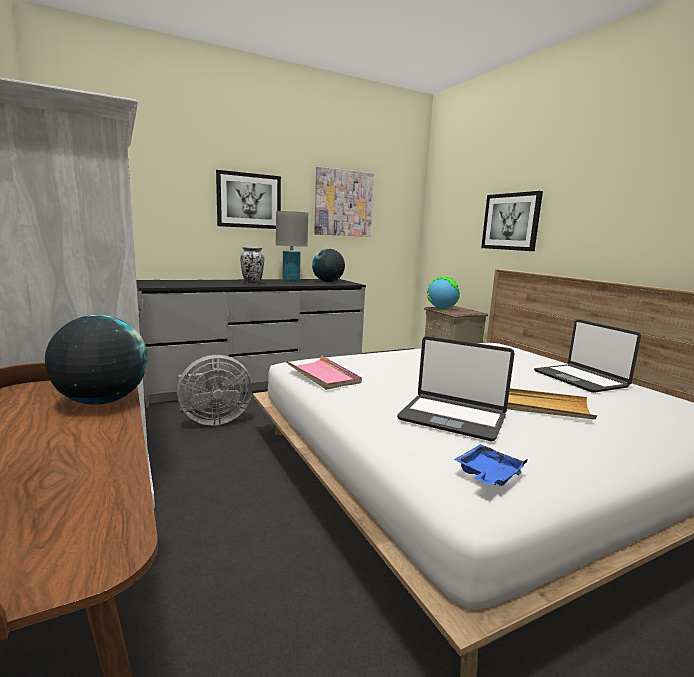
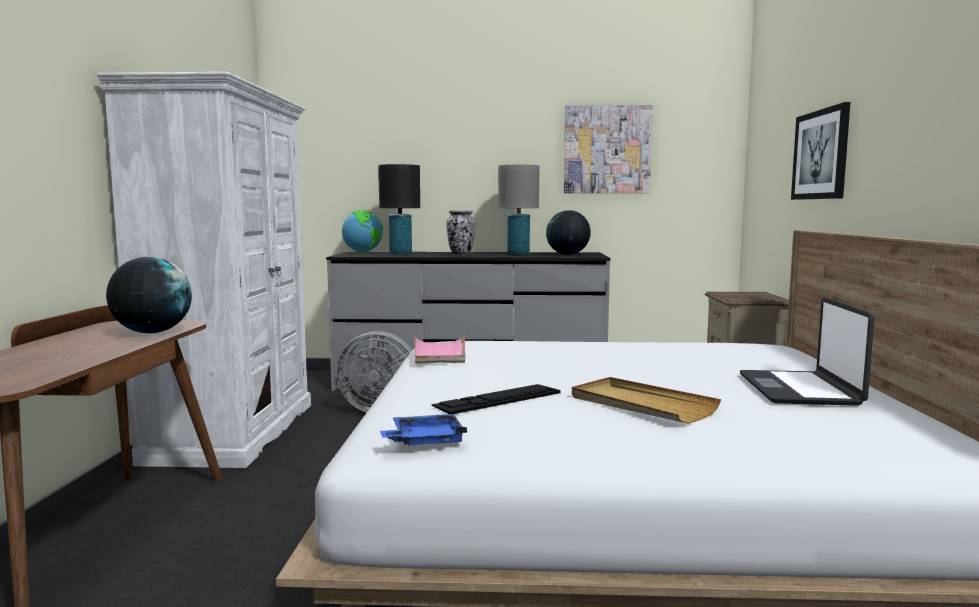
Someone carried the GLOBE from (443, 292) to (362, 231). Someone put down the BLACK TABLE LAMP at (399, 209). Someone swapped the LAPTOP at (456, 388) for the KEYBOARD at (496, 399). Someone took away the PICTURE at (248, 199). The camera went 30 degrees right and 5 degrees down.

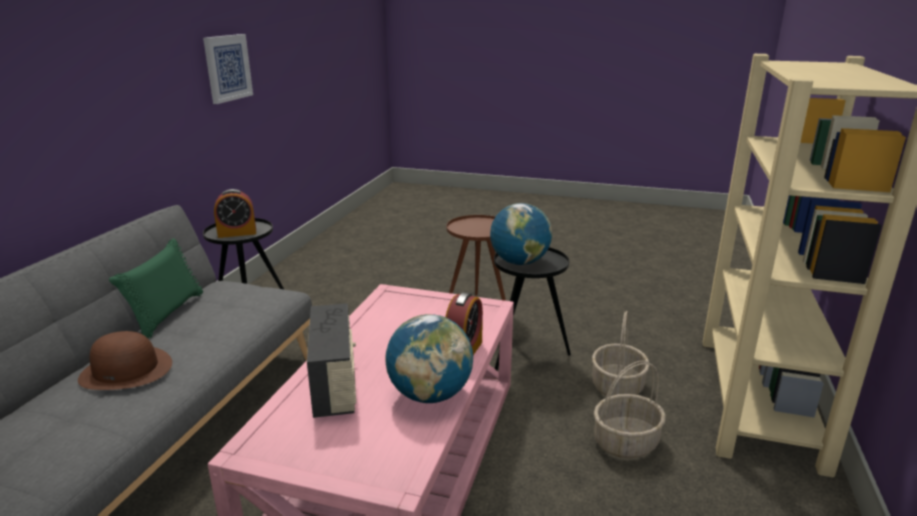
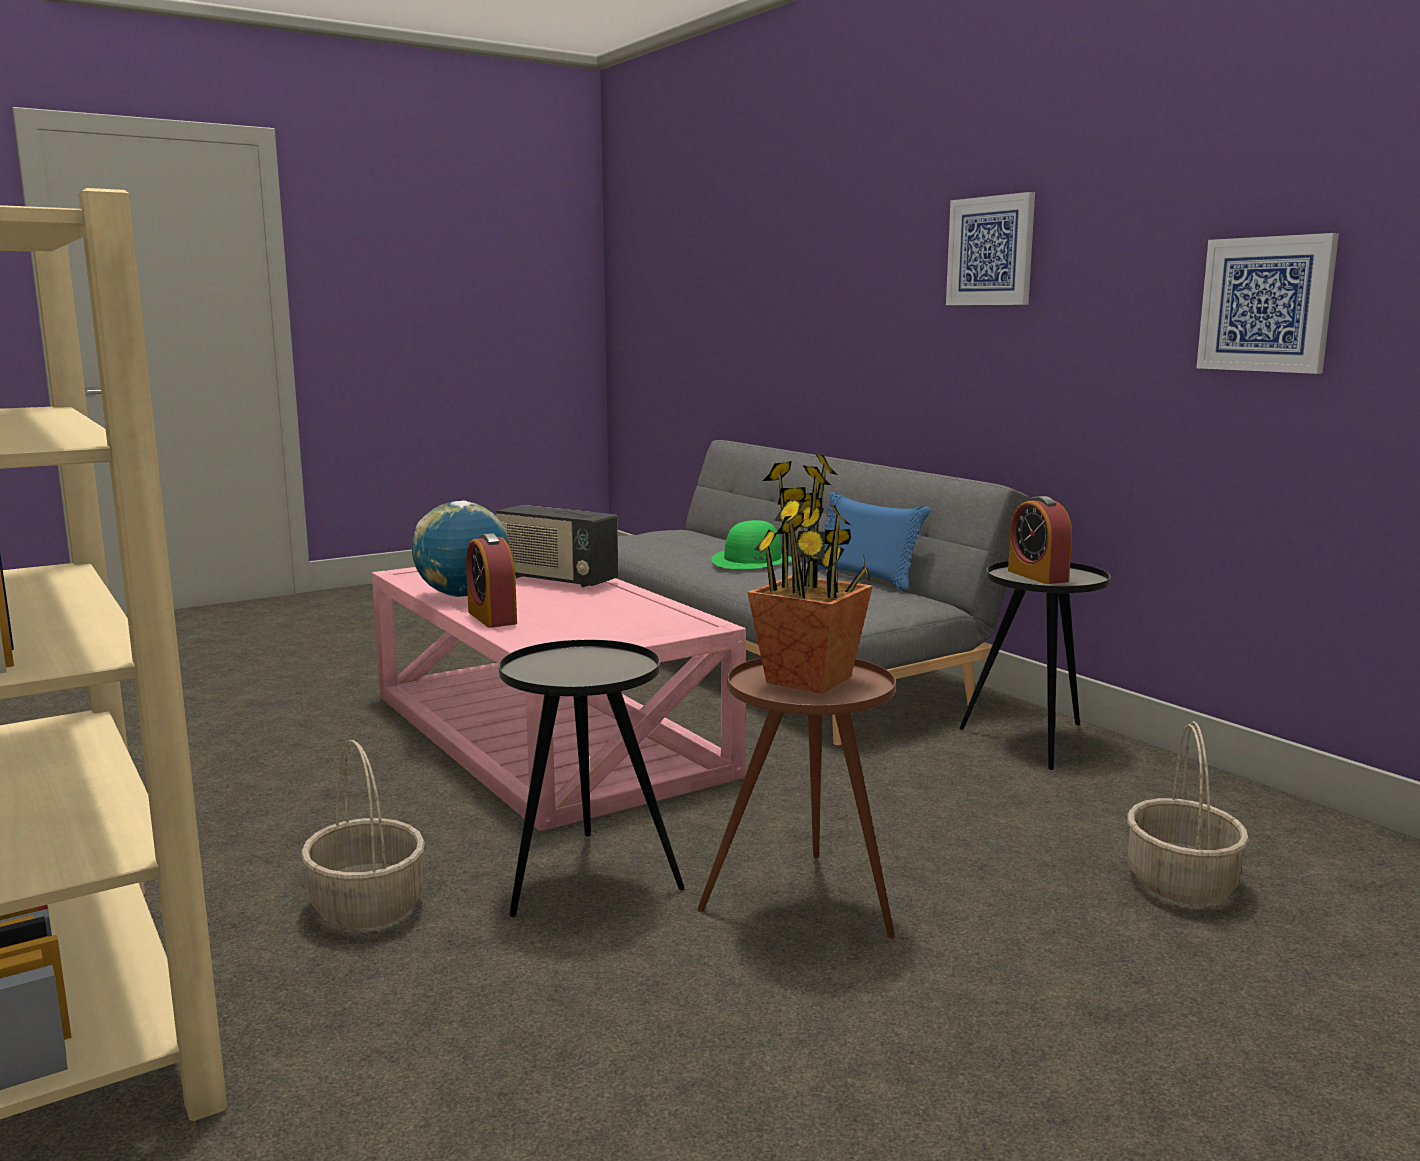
Someone repainted the BROWN HAT at (125, 360), which became the GREEN HAT at (751, 544). Someone put down the POTTED PLANT at (810, 573). Someone repainted the GREEN PILLOW at (156, 288), which became the BLUE PILLOW at (873, 541). Someone put up the PICTURE at (990, 248). Someone rotated the ALARM CLOCK at (235, 213) by 45 degrees counterclockwise. Someone carried the BASKET from (630, 409) to (1188, 812). Someone took away the GLOBE at (521, 234). The camera went 130 degrees right and 10 degrees down.

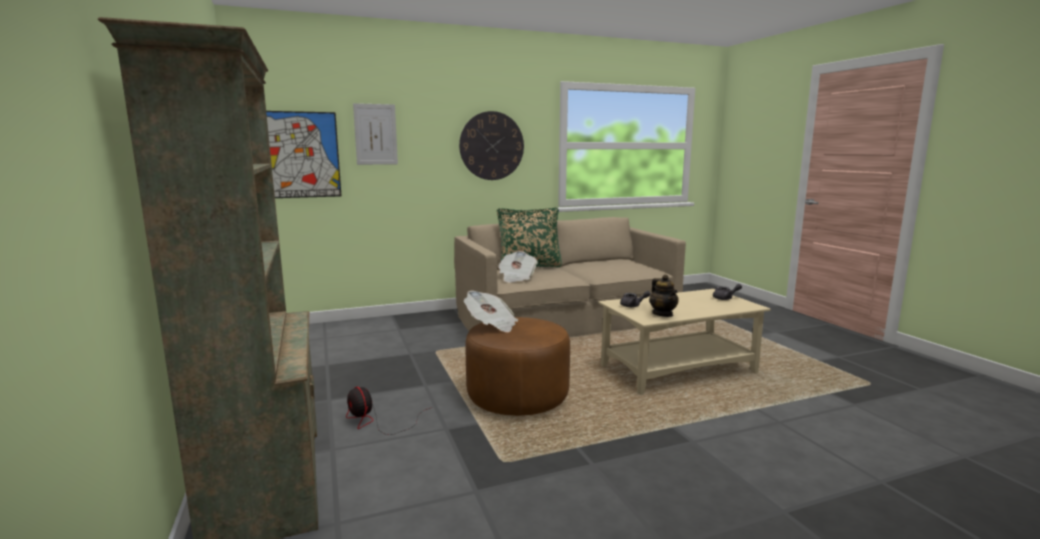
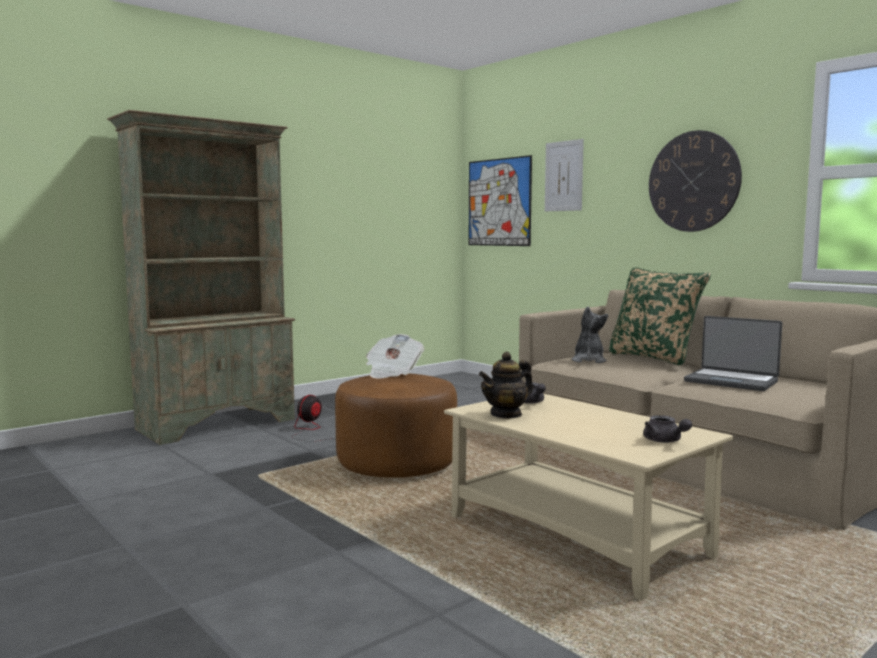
Someone swapped the NEWSPAPER at (518, 267) for the PLUSH TOY at (590, 334). Someone put down the LAPTOP at (733, 353). The camera went 70 degrees right and 5 degrees down.

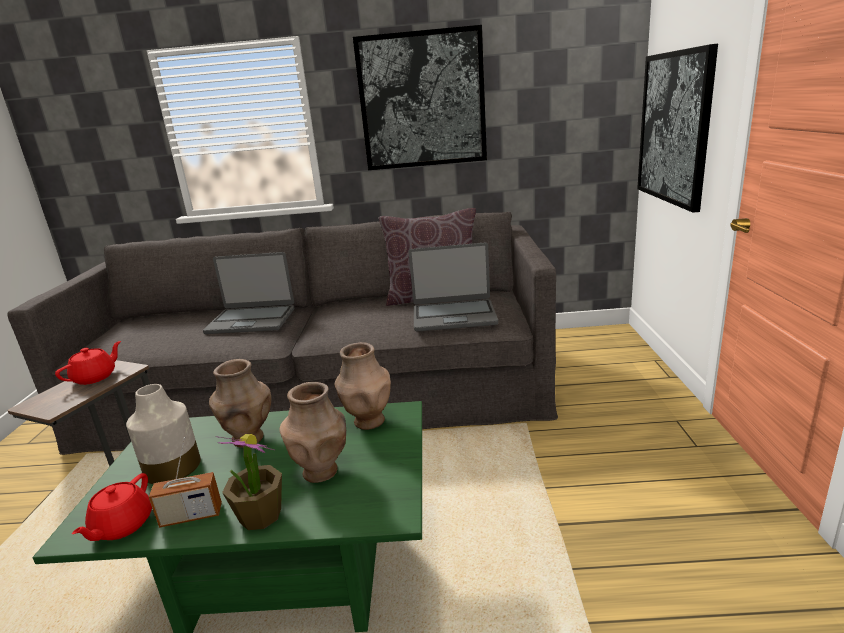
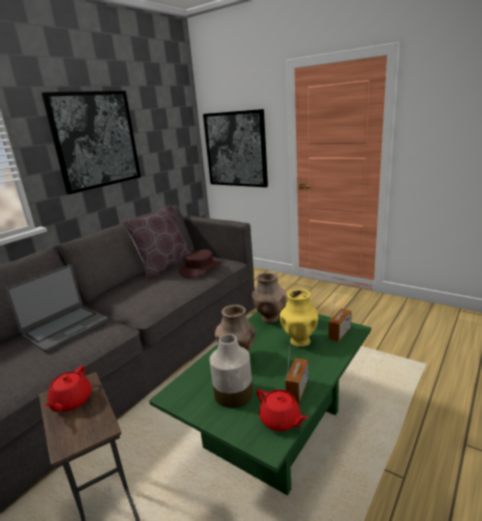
Someone rotated the RED TEAPOT at (88, 363) by 150 degrees counterclockwise. Someone swapped the LAPTOP at (453, 287) for the BROWN HAT at (200, 263). Someone repainted the BROWN VASE at (312, 432), which became the YELLOW VASE at (299, 318). Someone put down the RADIO at (339, 317). Someone took away the POTTED PLANT at (250, 482). The camera went 55 degrees left and 0 degrees up.

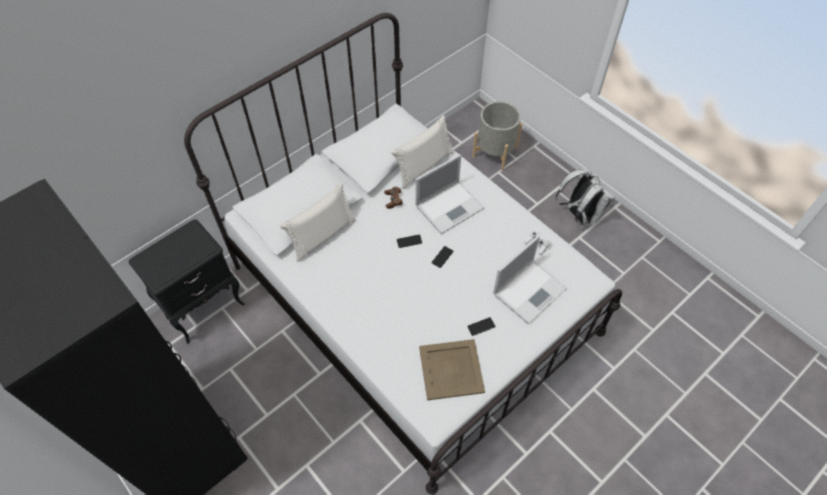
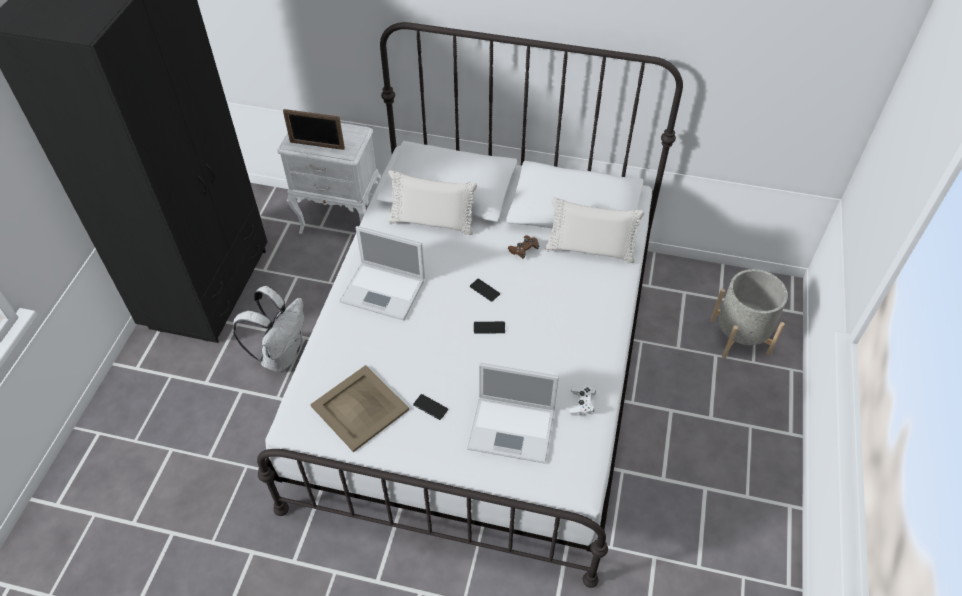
Someone carried the WHITE BACKPACK from (585, 196) to (268, 329). Someone repainted the BLACK NIGHTSTAND at (187, 281), which became the WHITE NIGHTSTAND at (329, 178). Someone put down the PICTURE FRAME at (314, 129). Someone carried the LAPTOP from (449, 194) to (382, 273). The camera went 55 degrees right and 5 degrees down.

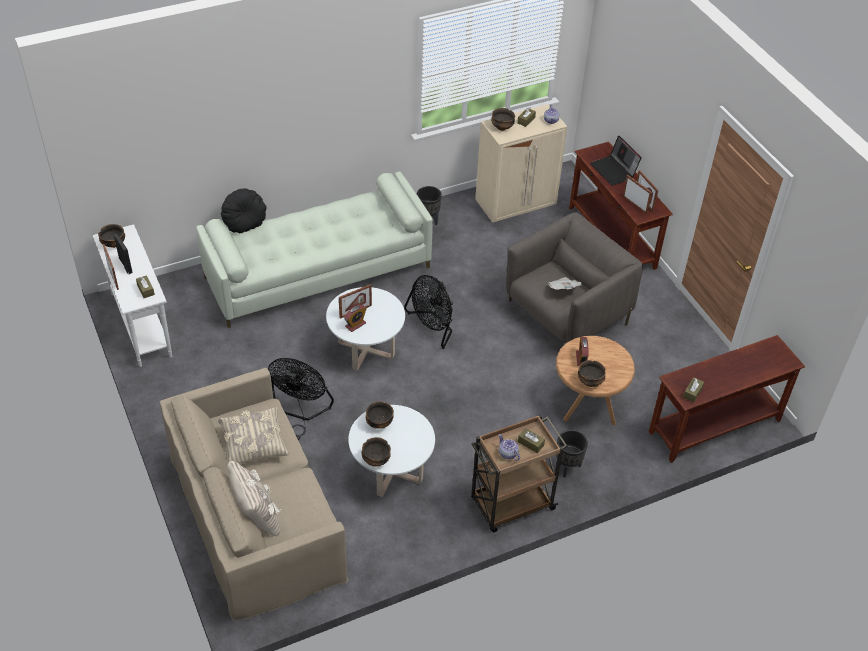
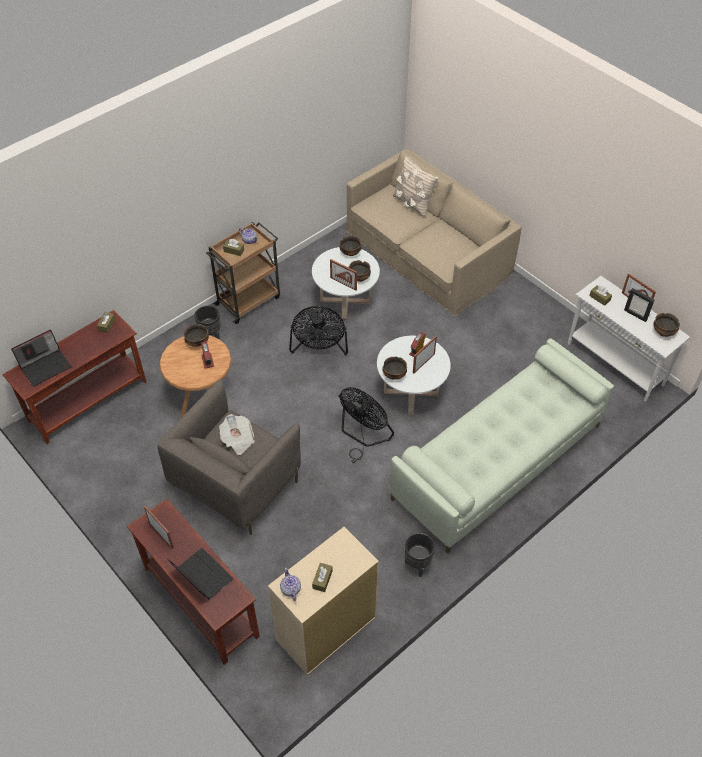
Someone put down the LAPTOP at (41, 358). Someone carried the BLACK FAN from (301, 399) to (318, 330). Someone carried the PICTURE FRAME from (637, 194) to (343, 275). Someone carried the BOWL from (503, 119) to (394, 368). Someone took away the BEIGE PILLOW at (253, 435). Someone took away the BLACK PILLOW at (243, 210). The camera went 165 degrees right and 5 degrees up.

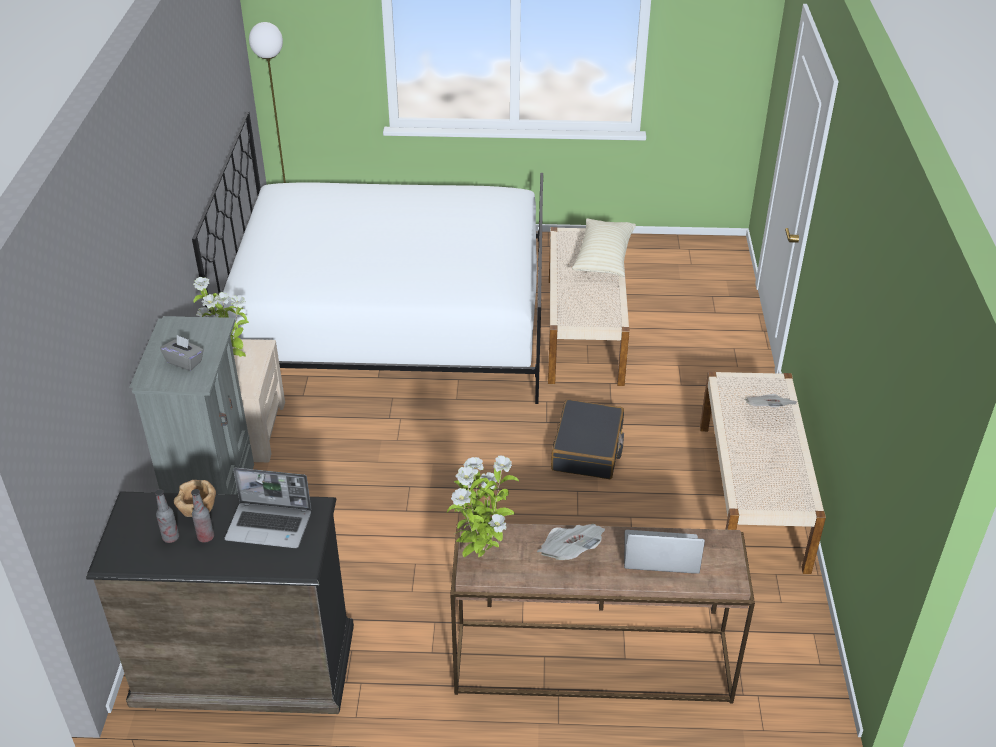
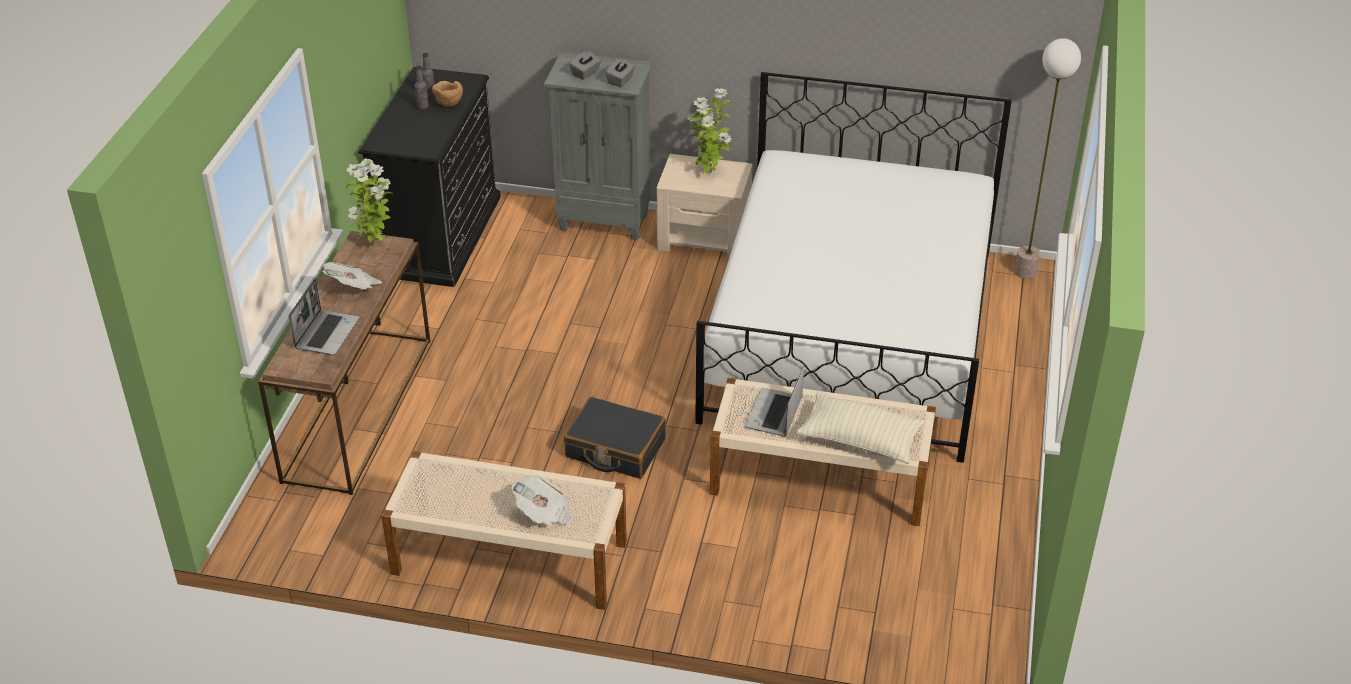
Someone put down the GREY TISSUE BOX at (620, 72). Someone carried the LAPTOP from (268, 508) to (774, 401). The camera went 100 degrees right and 0 degrees up.

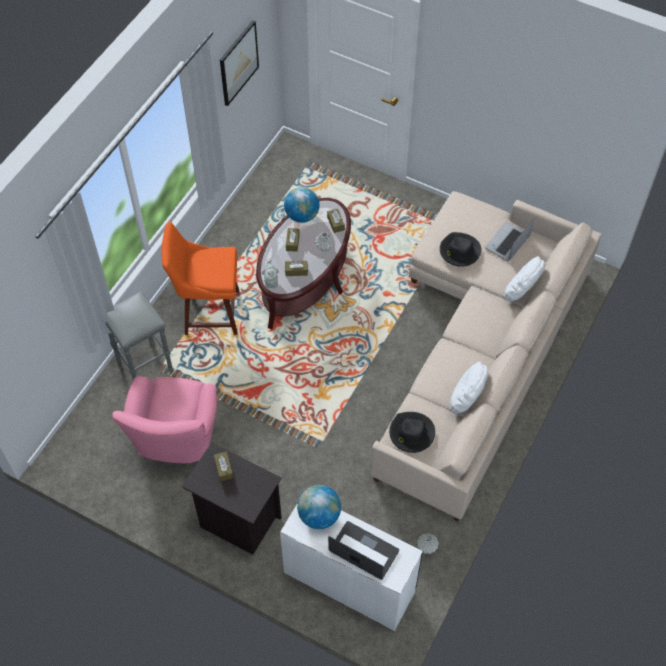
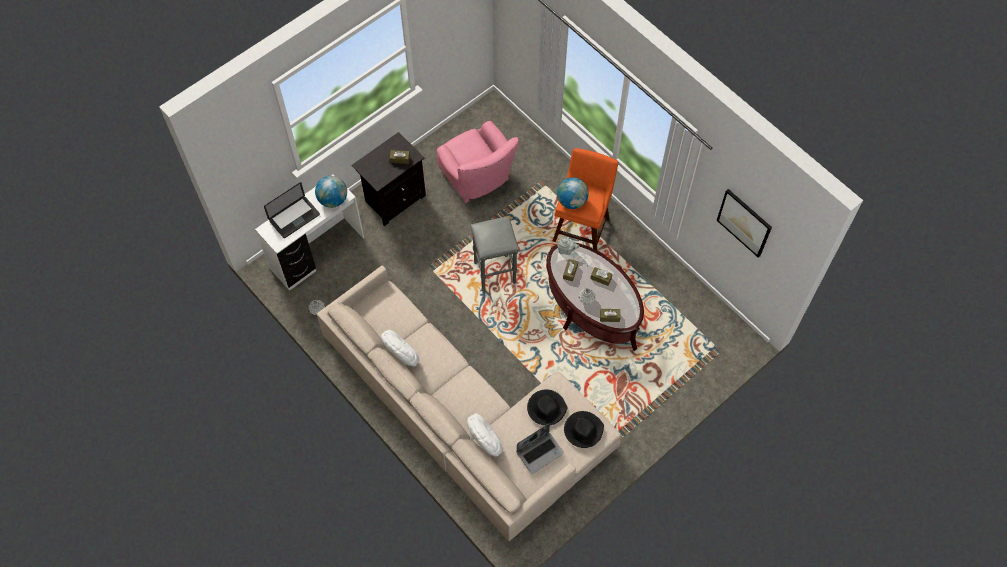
Someone rotated the PINK ARMCHAIR at (165, 419) by 150 degrees counterclockwise. Someone carried the GREY STOOL from (139, 335) to (494, 253). Someone rotated the LAPTOP at (509, 239) by 90 degrees clockwise. Someone carried the GLOBE from (302, 205) to (573, 193). Someone carried the BLACK HAT from (412, 432) to (584, 429). The camera went 110 degrees right and 5 degrees up.

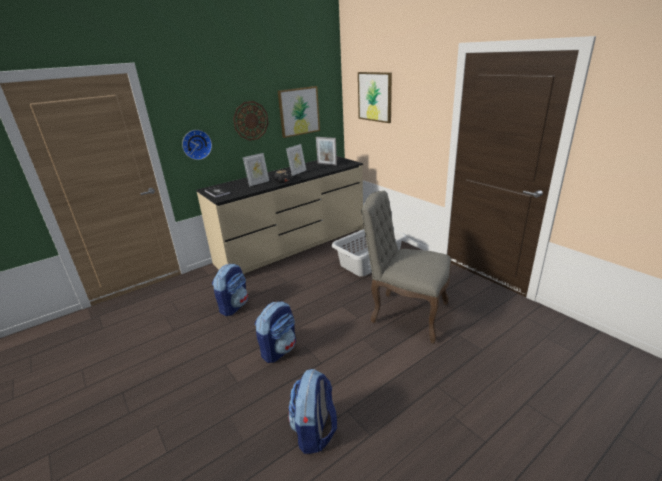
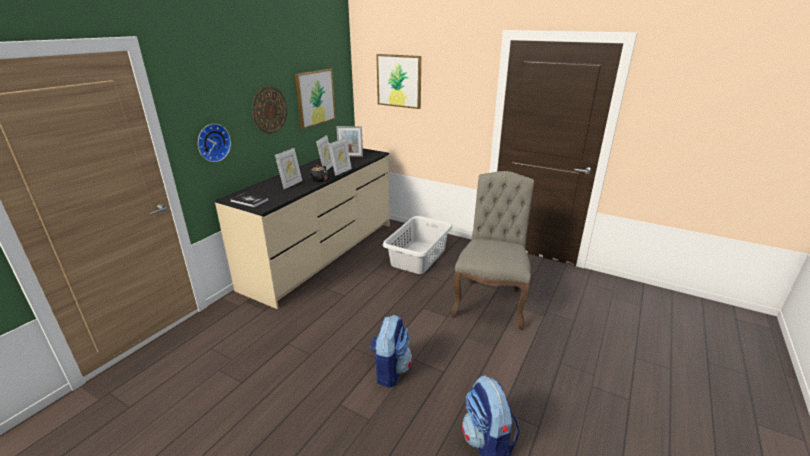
Someone put down the PICTURE FRAME at (340, 157). Someone rotated the GREY CHAIR at (406, 267) by 105 degrees clockwise. Someone took away the BACKPACK at (230, 290). The camera went 25 degrees left and 0 degrees up.

